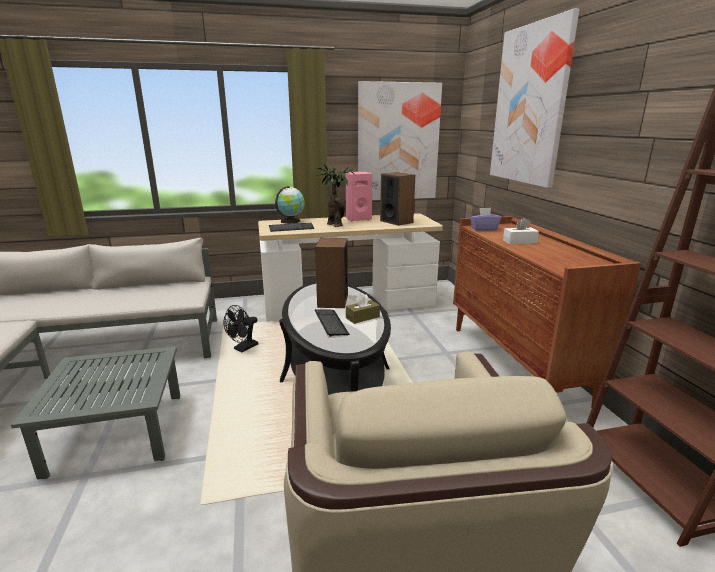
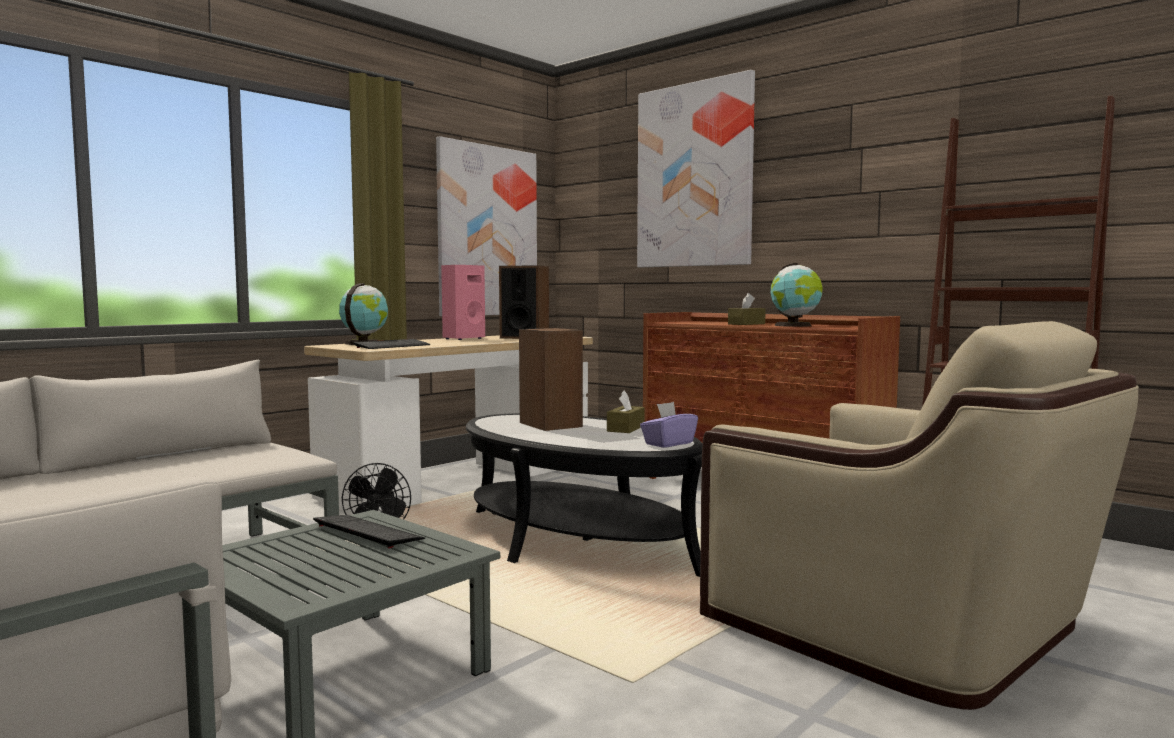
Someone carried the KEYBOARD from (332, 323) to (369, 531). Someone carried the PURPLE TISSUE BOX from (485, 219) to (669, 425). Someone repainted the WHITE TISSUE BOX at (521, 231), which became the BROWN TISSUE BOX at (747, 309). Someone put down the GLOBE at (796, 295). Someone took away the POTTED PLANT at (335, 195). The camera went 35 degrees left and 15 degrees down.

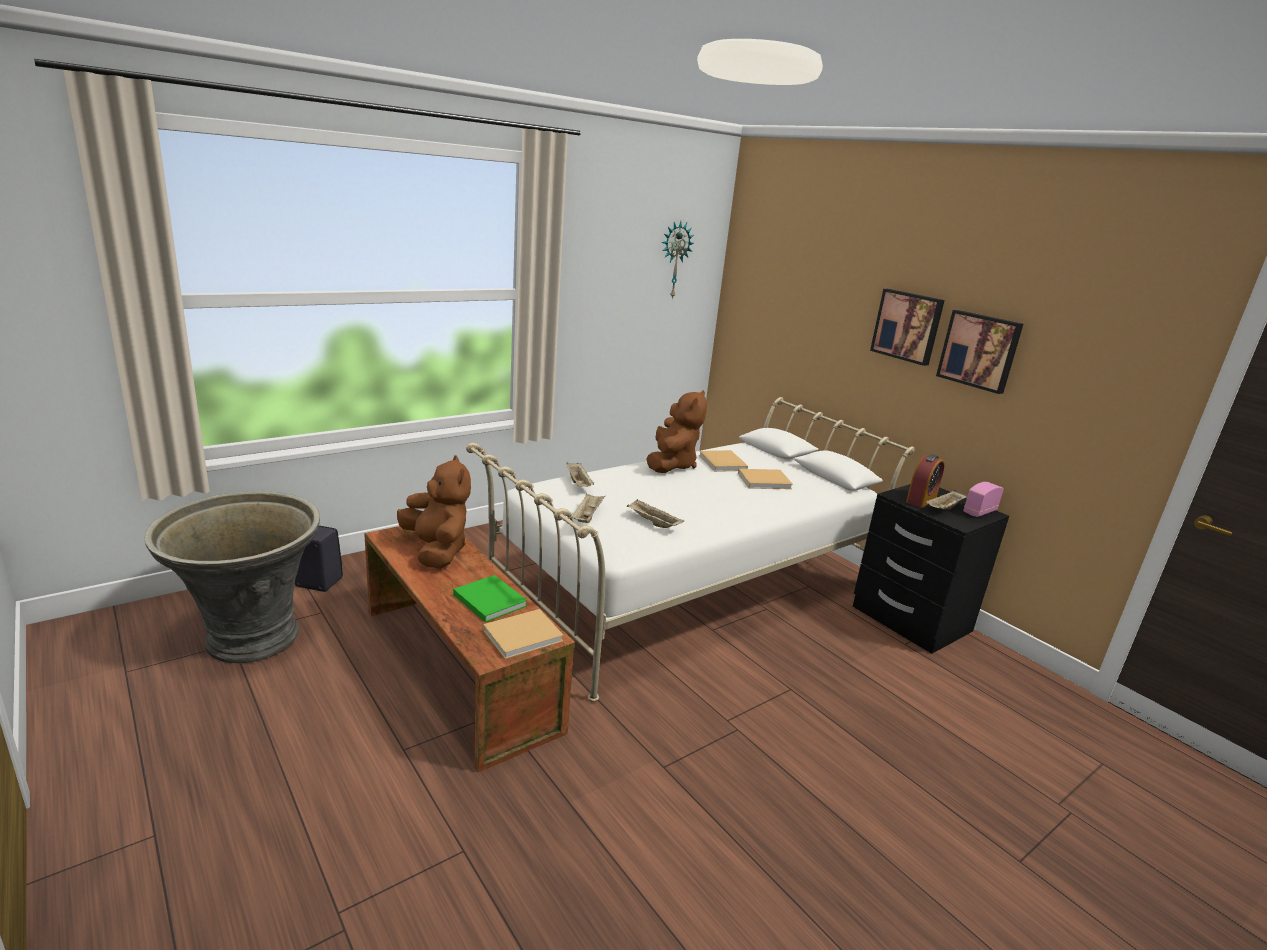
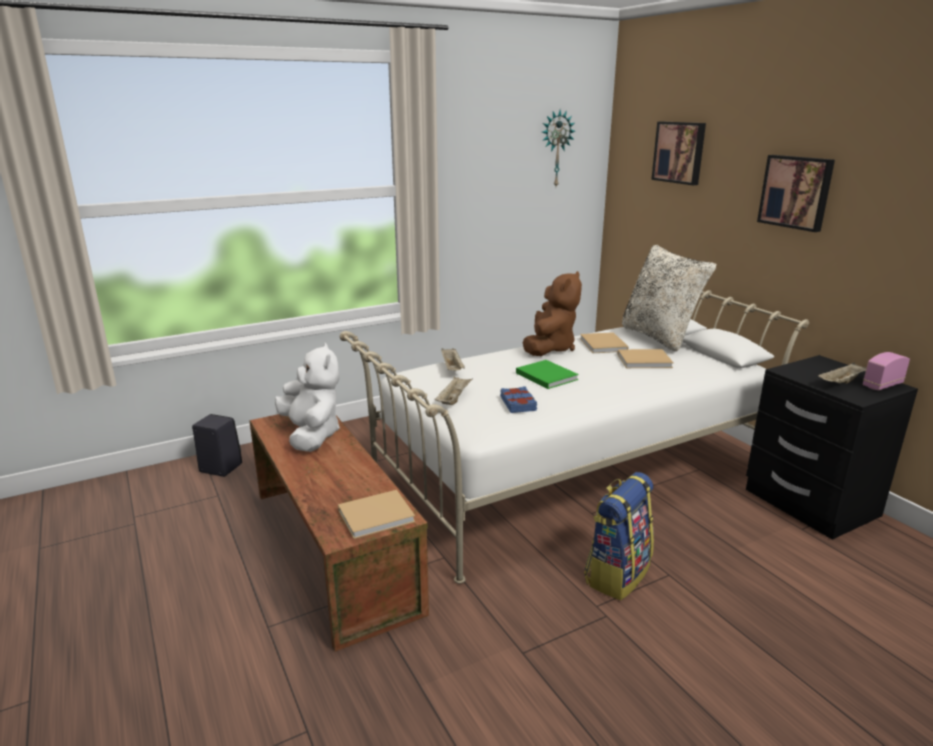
Someone repainted the BROWN PLUSH TOY at (434, 512), which became the WHITE PLUSH TOY at (307, 397). Someone swapped the BEIGE TRAY at (655, 513) for the BLUE BOOK at (518, 399). Someone carried the GREEN BOOK from (490, 598) to (547, 374). Someone put down the BACKPACK at (619, 536). Someone put down the BEIGE PILLOW at (669, 298). Someone carried the PICTURE from (979, 352) to (678, 153). Someone took away the GREY PLANTER at (232, 577). Someone took away the ALARM CLOCK at (925, 481). The camera went 10 degrees right and 0 degrees up.

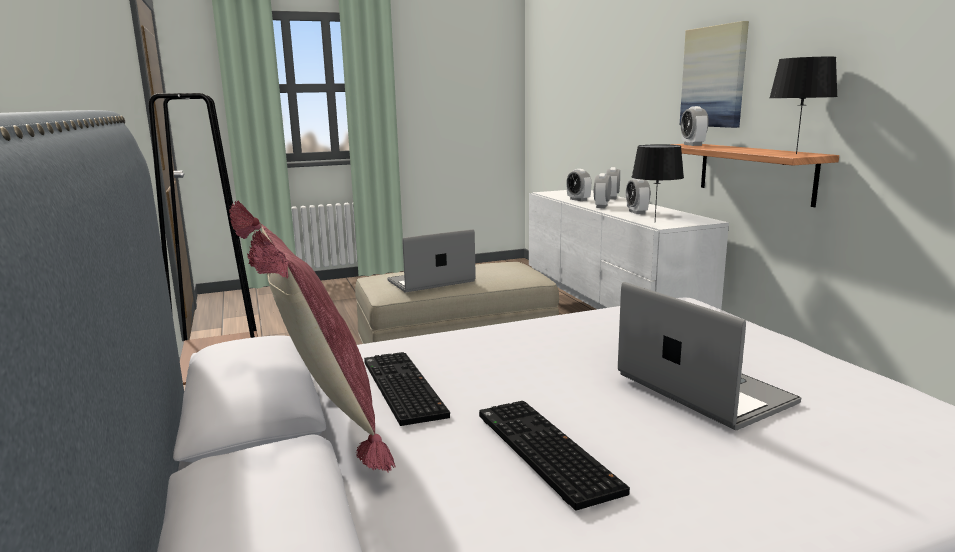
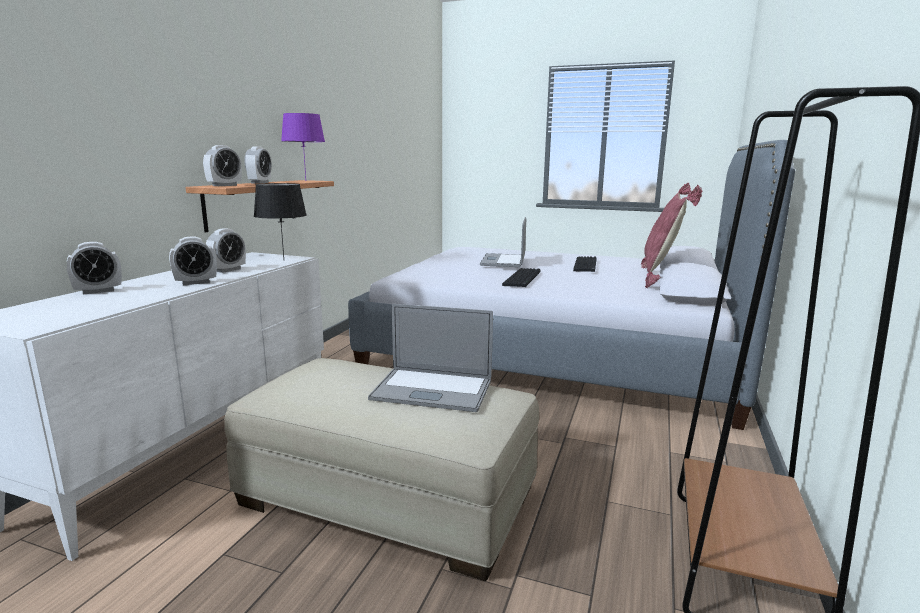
Someone carried the ALARM CLOCK from (579, 185) to (258, 165). Someone repainted the BLACK TABLE LAMP at (804, 105), which became the PURPLE TABLE LAMP at (303, 146). Someone carried the KEYBOARD from (407, 389) to (521, 277). Someone took away the PICTURE at (714, 74). The camera went 140 degrees left and 0 degrees up.

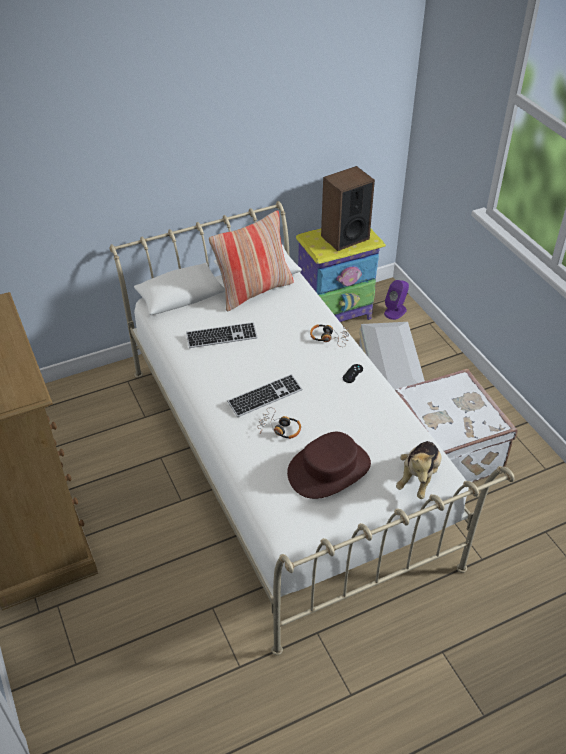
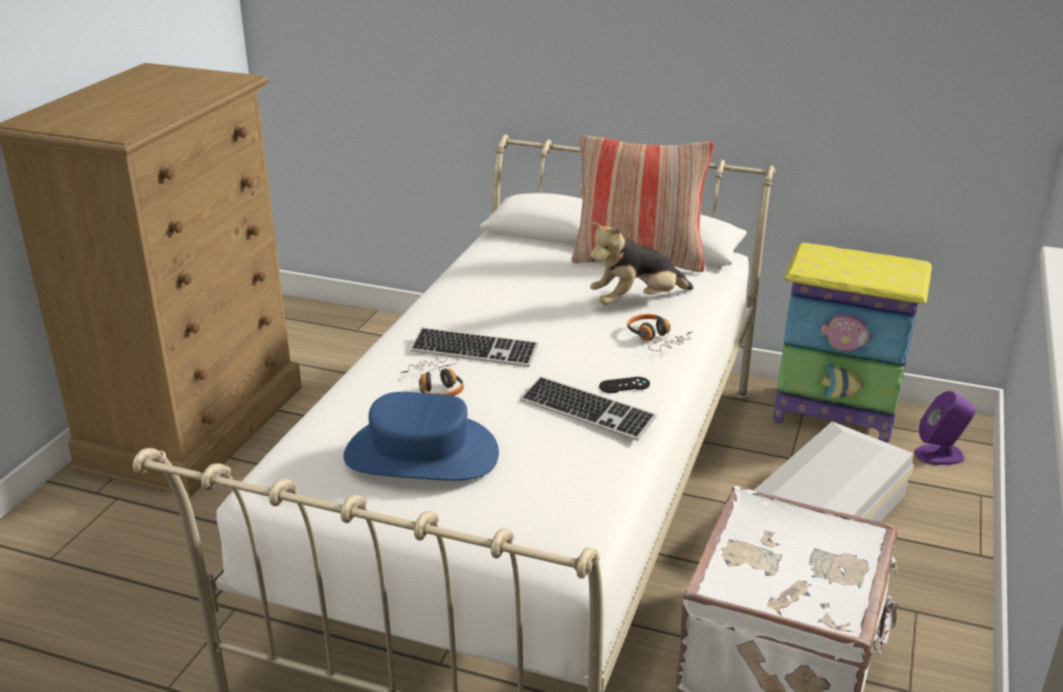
Someone repainted the BROWN HAT at (329, 465), which became the BLUE HAT at (421, 436). Someone carried the KEYBOARD from (222, 335) to (588, 408). Someone carried the PLUSH TOY from (419, 470) to (641, 263). Someone took away the SPEAKER at (348, 208). The camera went 45 degrees right and 15 degrees down.

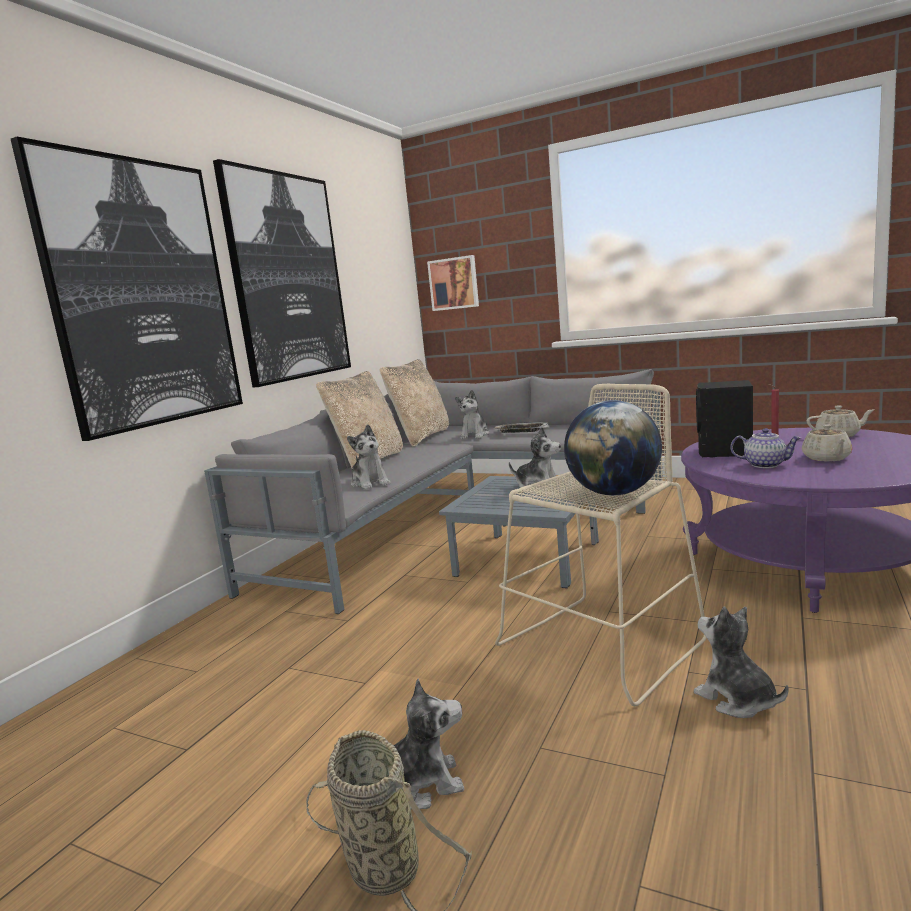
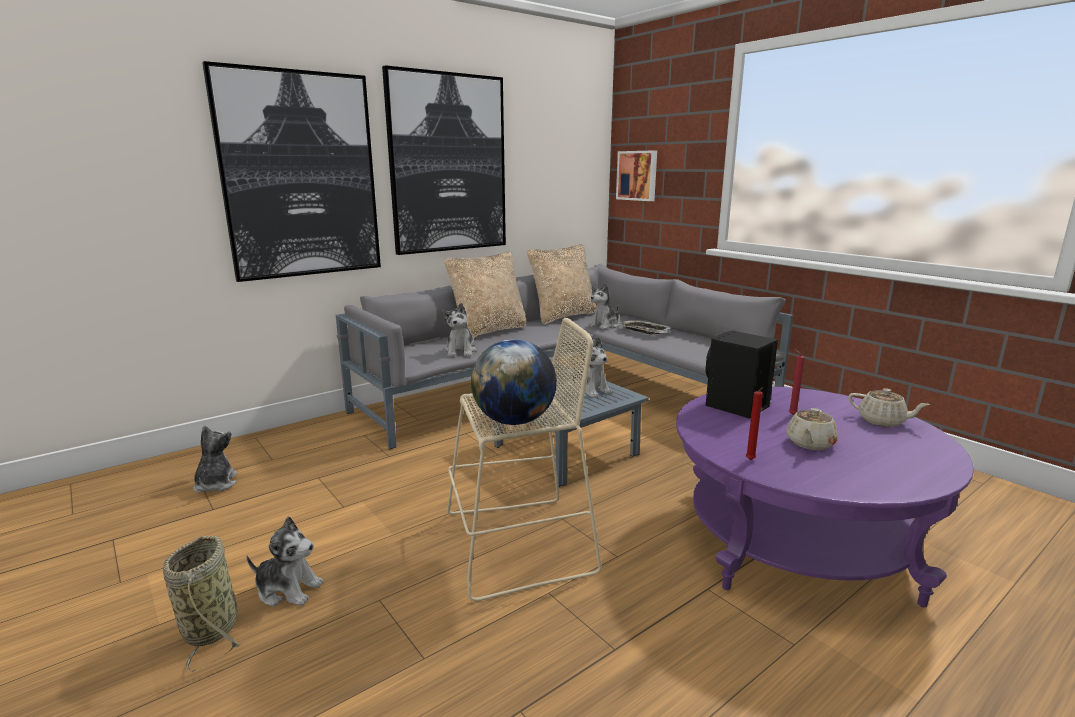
Someone carried the PLUSH TOY from (741, 662) to (215, 459). Someone put down the RED CANDLE at (754, 423). Someone took away the TEAPOT at (765, 448). The camera went 25 degrees right and 5 degrees up.

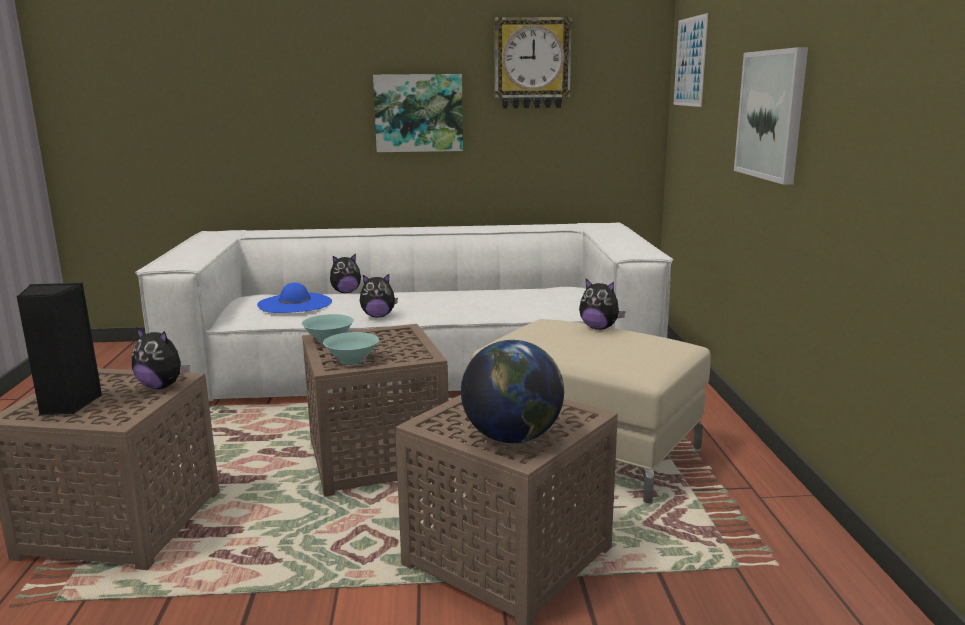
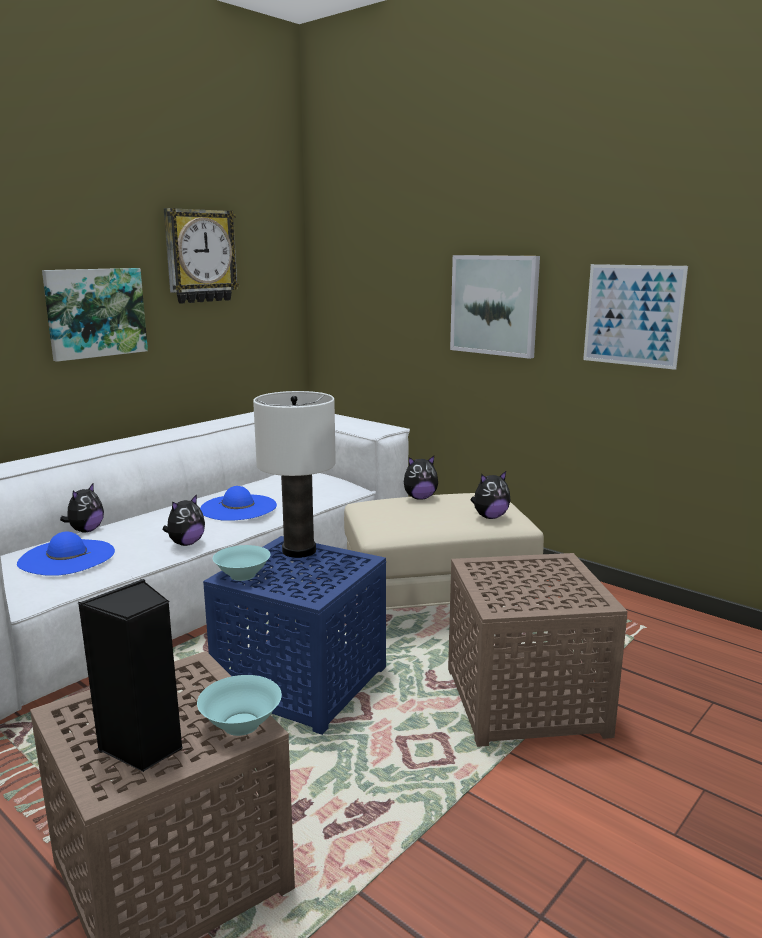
Someone carried the TURQUOISE BOWL from (351, 348) to (239, 705). Someone put down the BLUE HAT at (238, 503). Someone repainted the BROWN SIDE TABLE at (375, 410), which became the BLUE SIDE TABLE at (294, 635). Someone put down the WHITE TABLE LAMP at (294, 474). Someone carried the PLUSH TOY from (161, 358) to (490, 495). Someone carried the PICTURE from (691, 60) to (635, 317). Someone took away the GLOBE at (512, 391). The camera went 45 degrees left and 0 degrees up.

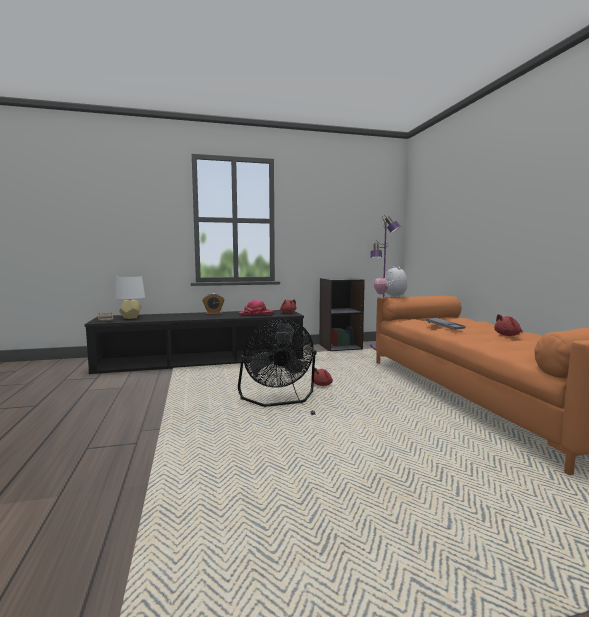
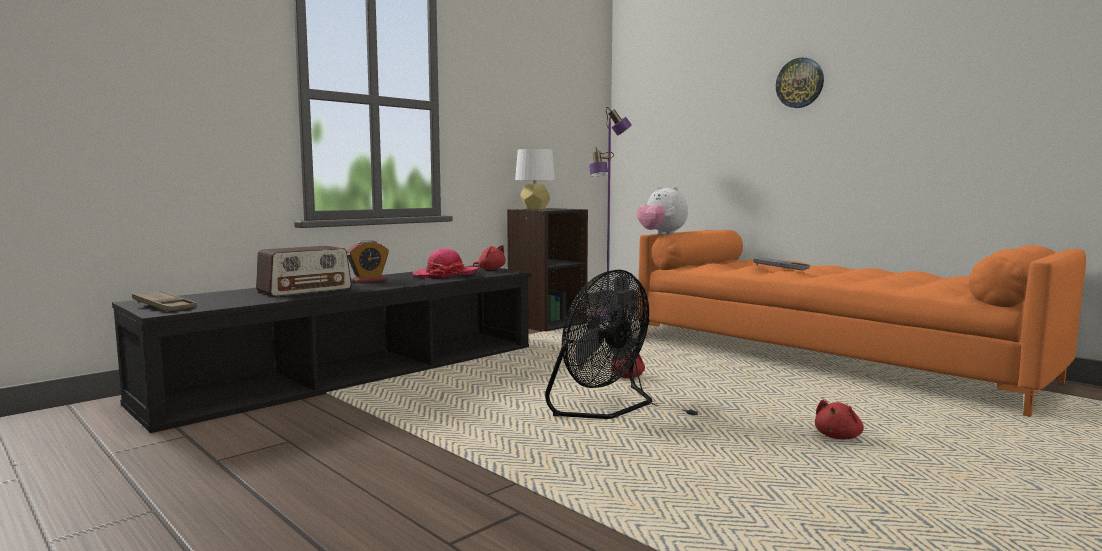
Someone put down the RADIO at (304, 271). Someone carried the WHITE TABLE LAMP from (130, 297) to (535, 179). Someone put up the WALL CLOCK at (800, 82). Someone carried the RED PLUSH TOY from (508, 325) to (839, 419). The camera went 30 degrees left and 0 degrees up.

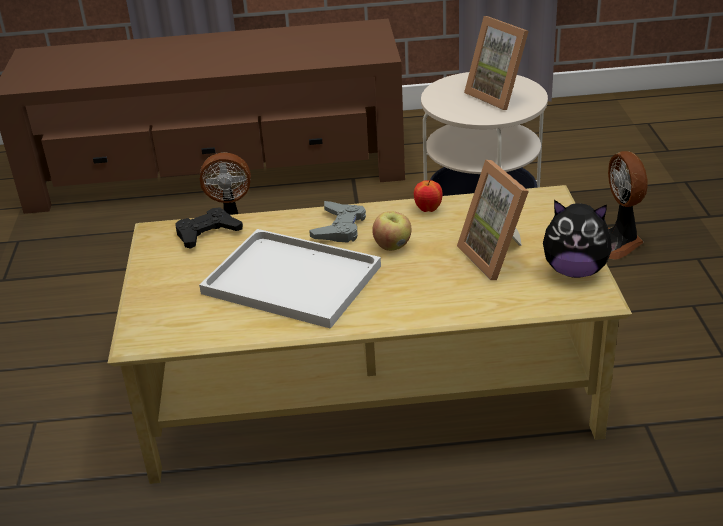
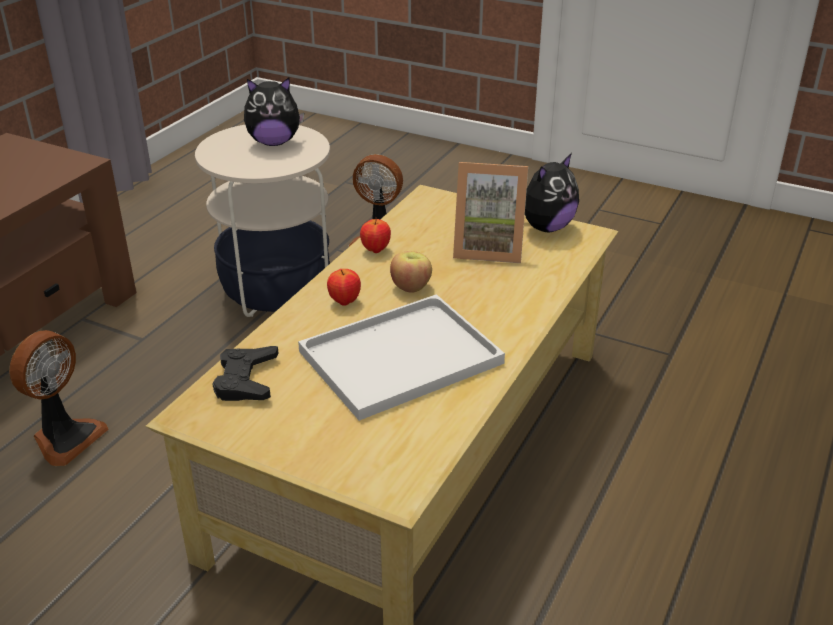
Someone swapped the PICTURE FRAME at (496, 63) for the PLUSH TOY at (274, 112). Someone swapped the GREY GAME CONTROLLER at (337, 221) for the APPLE at (344, 287). The camera went 60 degrees left and 0 degrees up.

